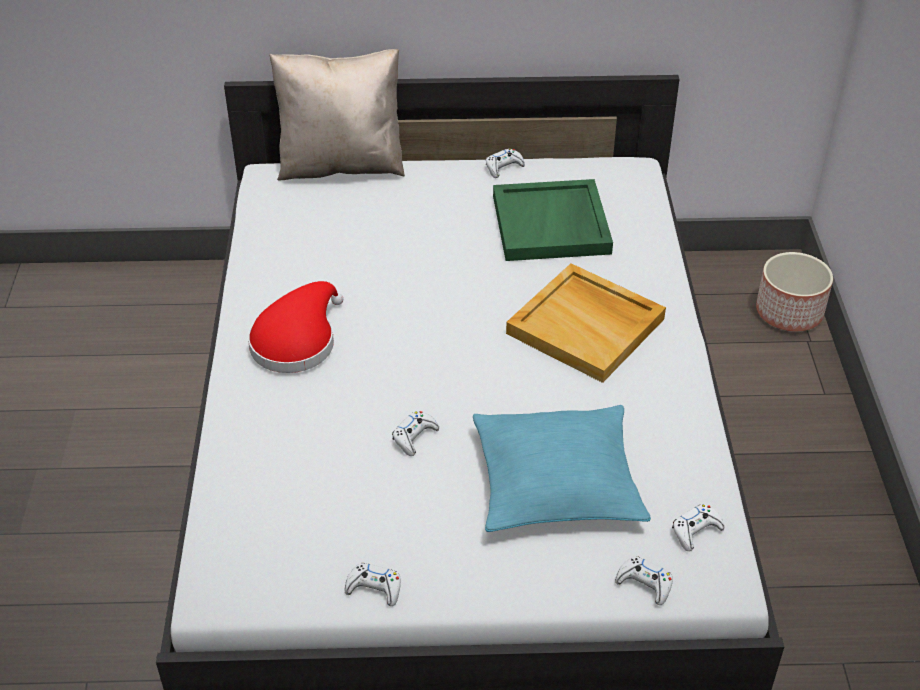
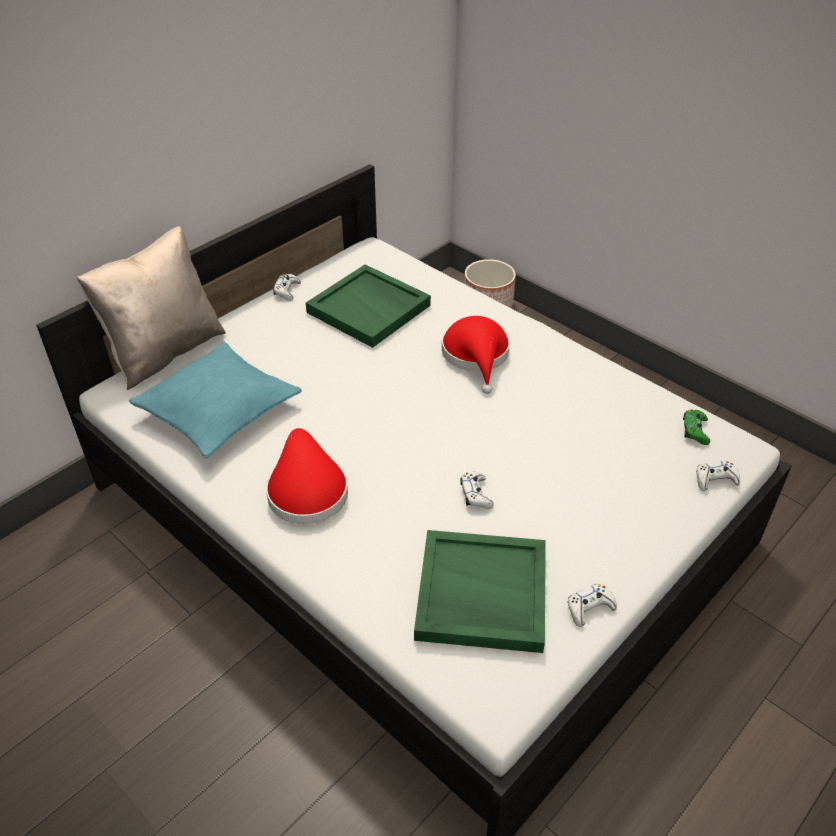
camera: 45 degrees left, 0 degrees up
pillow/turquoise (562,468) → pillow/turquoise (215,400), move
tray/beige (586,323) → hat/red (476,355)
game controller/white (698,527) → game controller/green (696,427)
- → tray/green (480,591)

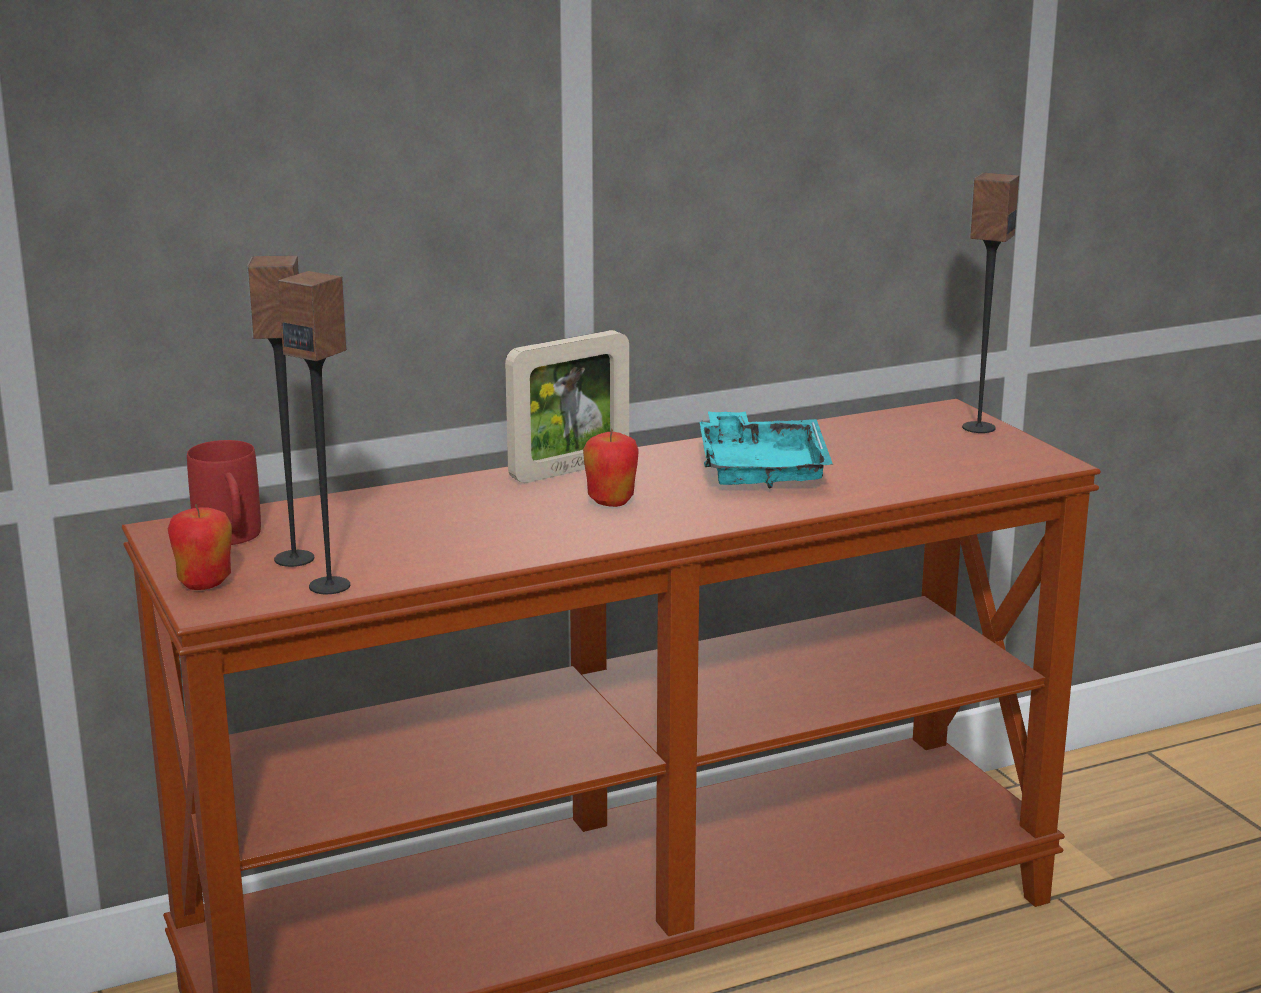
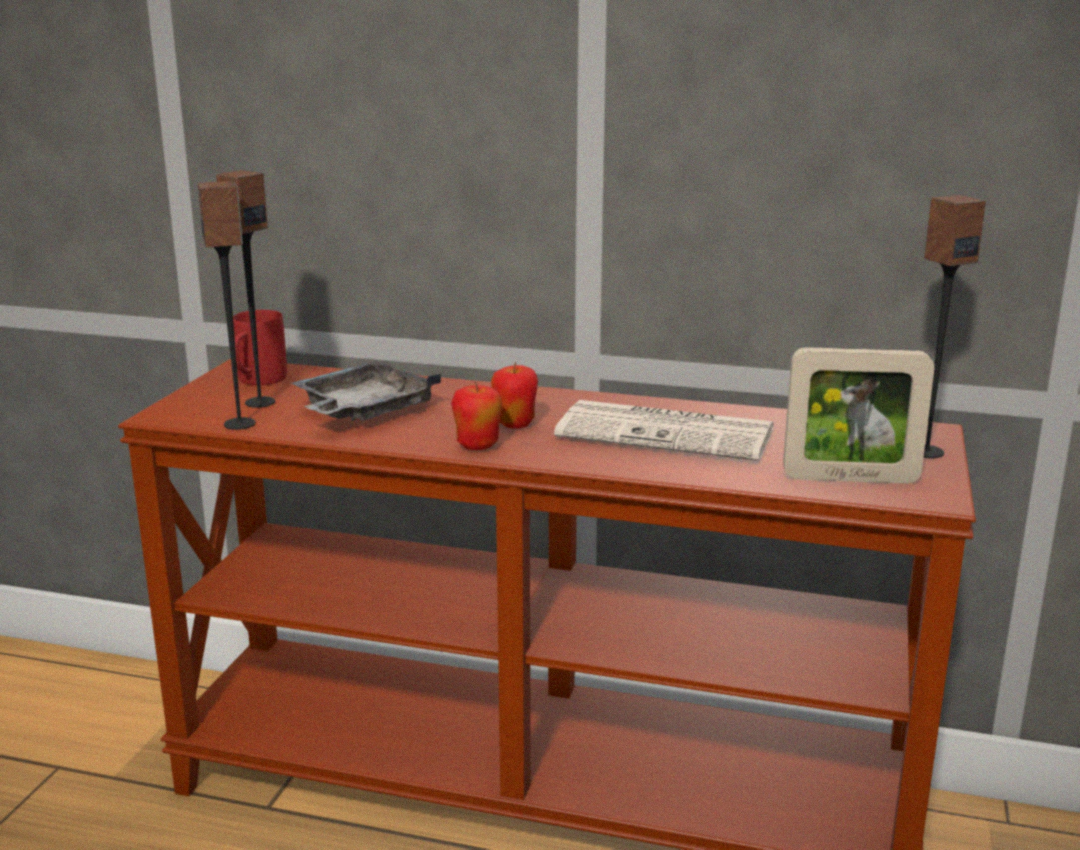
camera: 40 degrees right, 0 degrees up
apple (200,547) → apple (476,416), move
picture frame (567,406) → picture frame (858,415), move
tray/turquoise (766,449) → newspaper (664,430)
- → tray/grey (366,391)

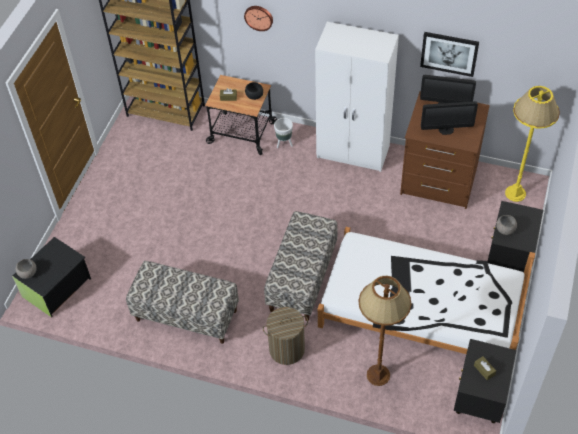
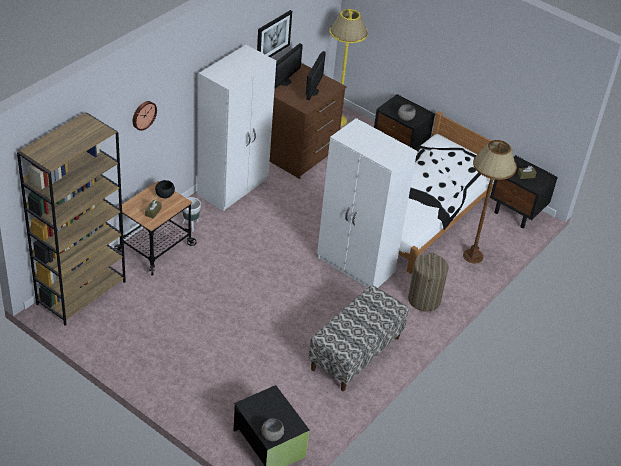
camera: 75 degrees left, 10 degrees down
bench (301,266) → wardrobe/white (367,203)

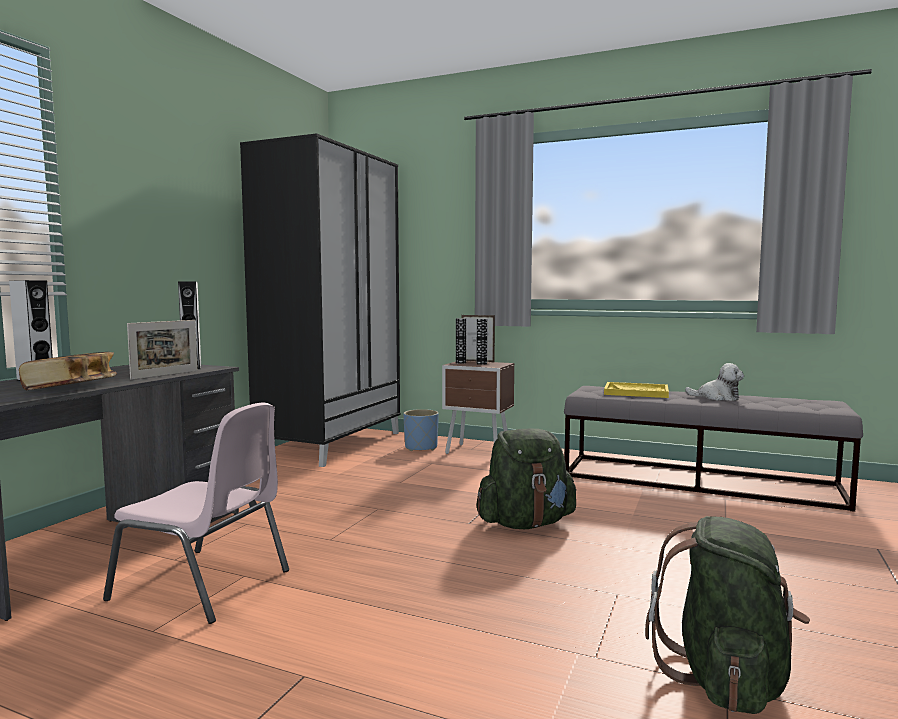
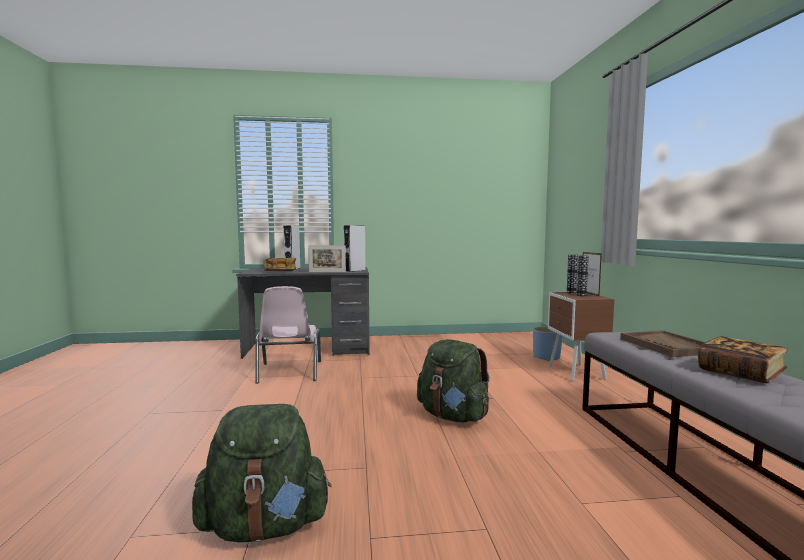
camera: 60 degrees right, 0 degrees up
wardrobe/black (320,300) → -
tray/yellow (636,390) → tray/brown (663,343)
plush toy (714,382) → book (743,359)

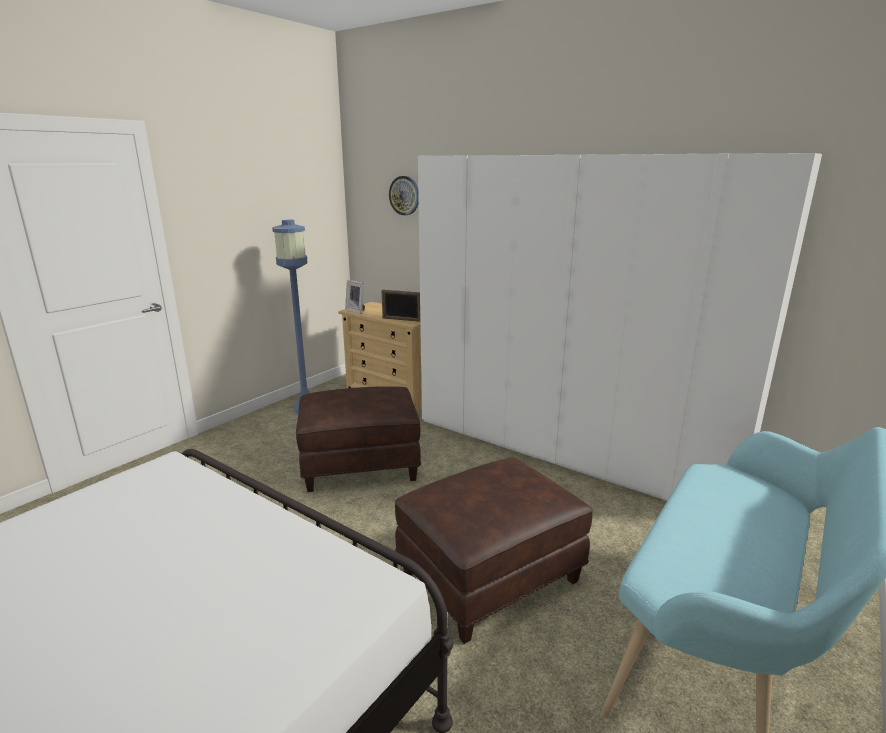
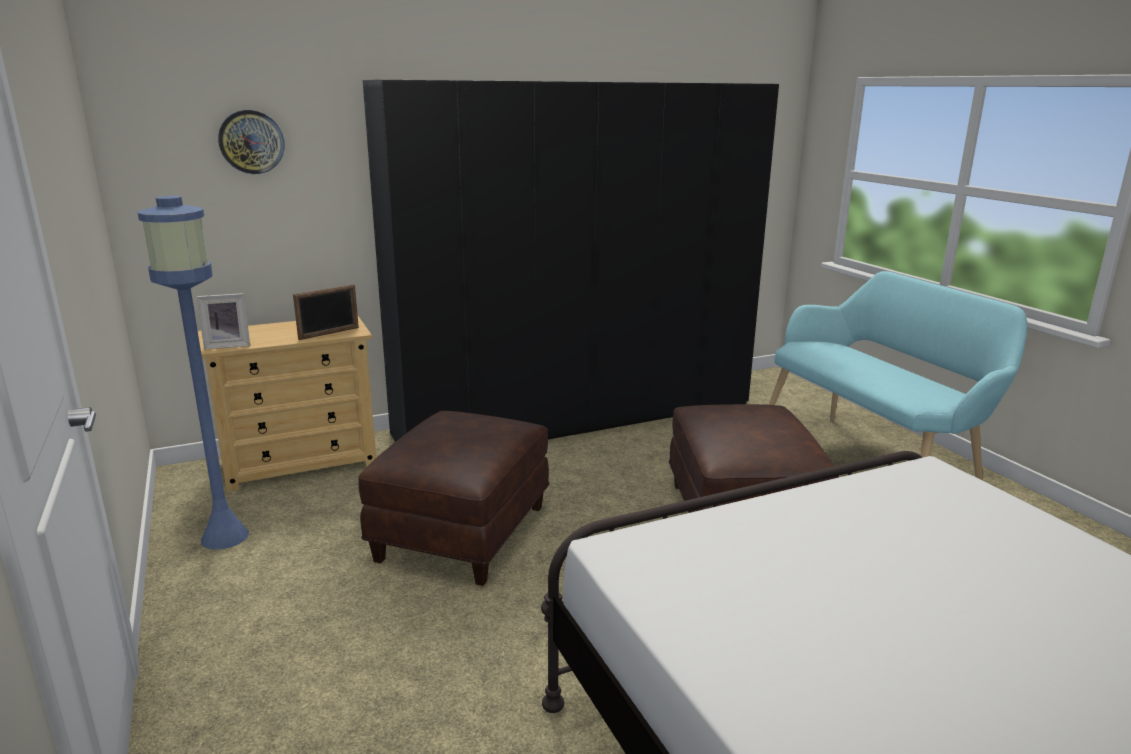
camera: 60 degrees left, 0 degrees up
wardrobe/white (620,327) → wardrobe/black (571,261)

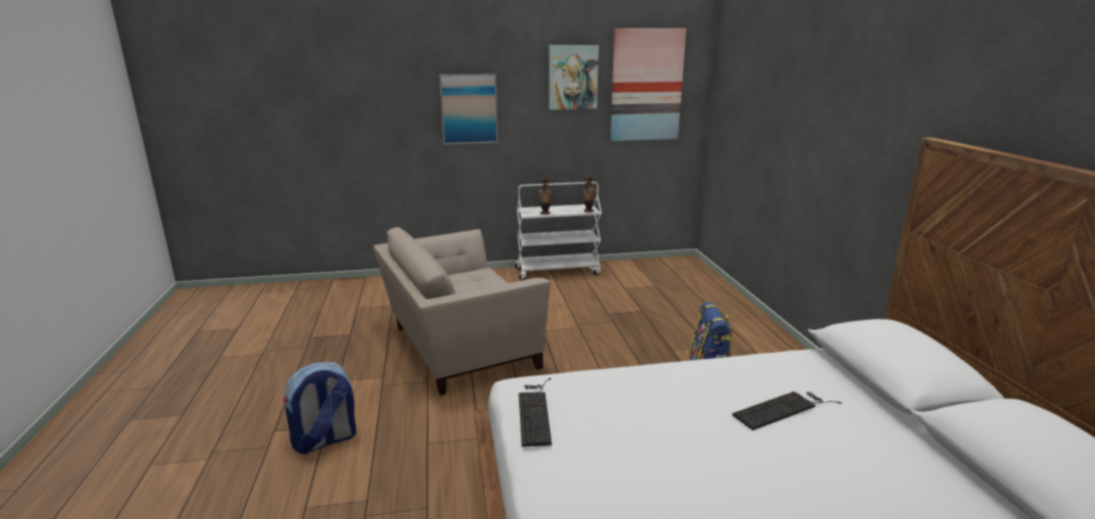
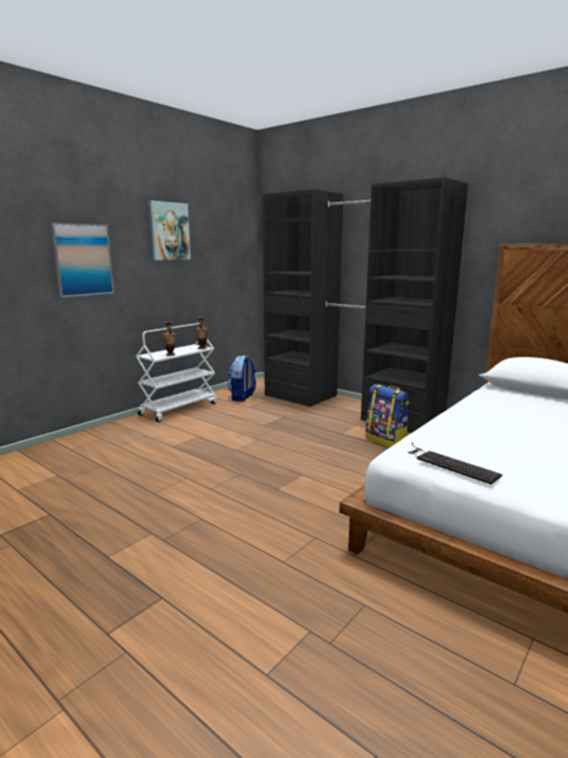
camera: 40 degrees left, 5 degrees down
backpack (319,408) → backpack (242,378), move
armchair/beige (461,311) → -
picture (648,84) → -
keyboard (787,410) → -
- → wardrobe/black (365,305)

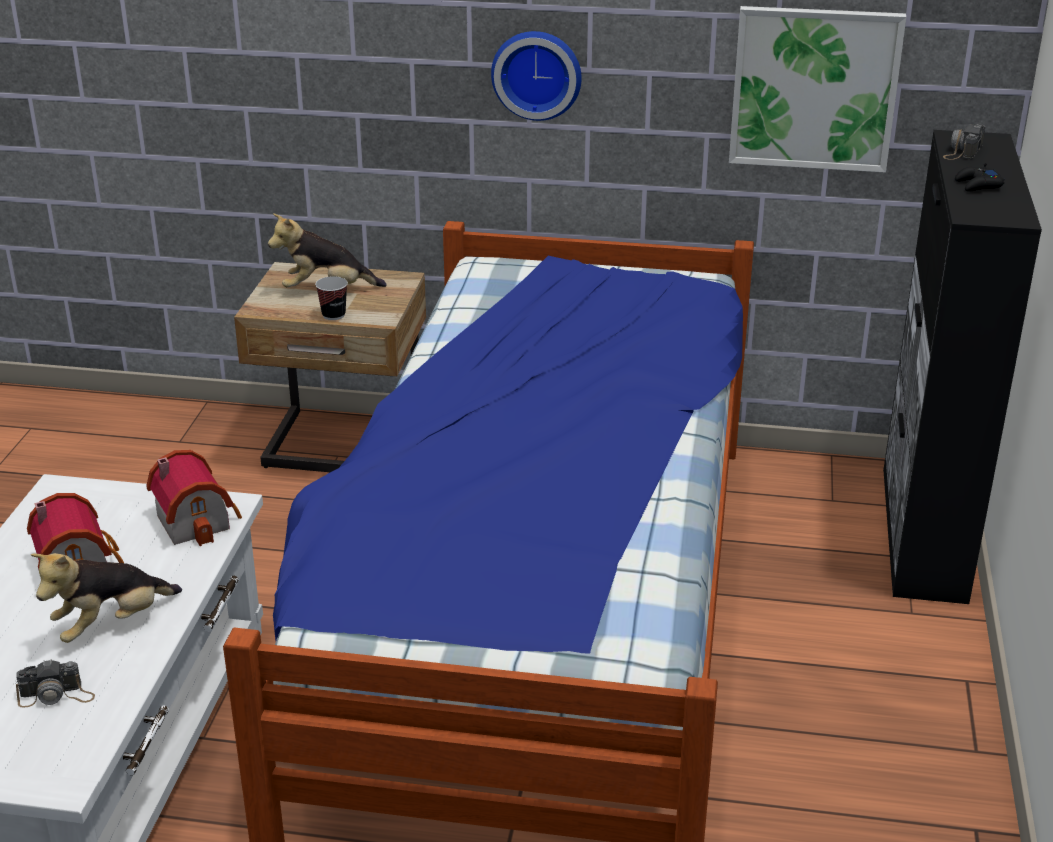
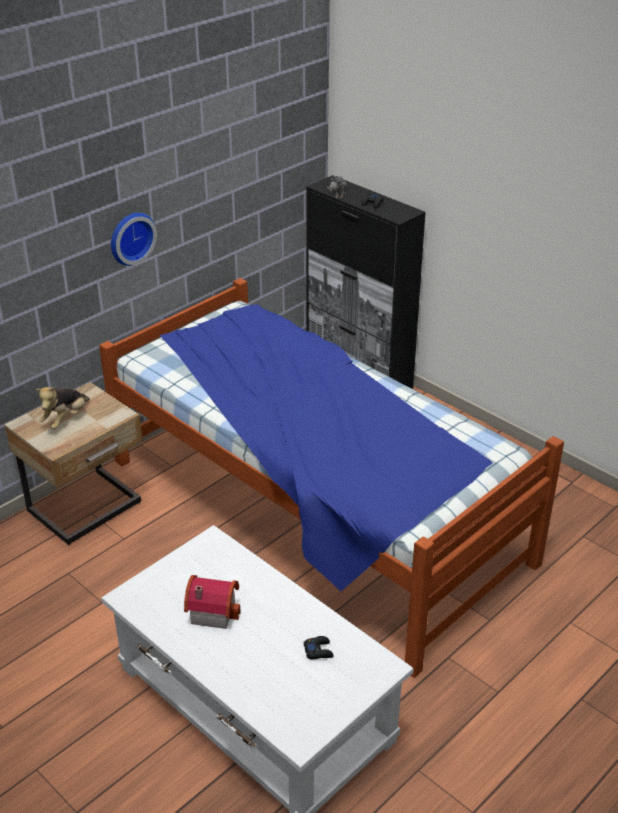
camera: 55 degrees left, 5 degrees up
photo camera (55,683) → game controller/black (319,647)
plush toy (106,598) → -
toy house (194,498) → -
cup (331,298) → -
picture (817,89) → -

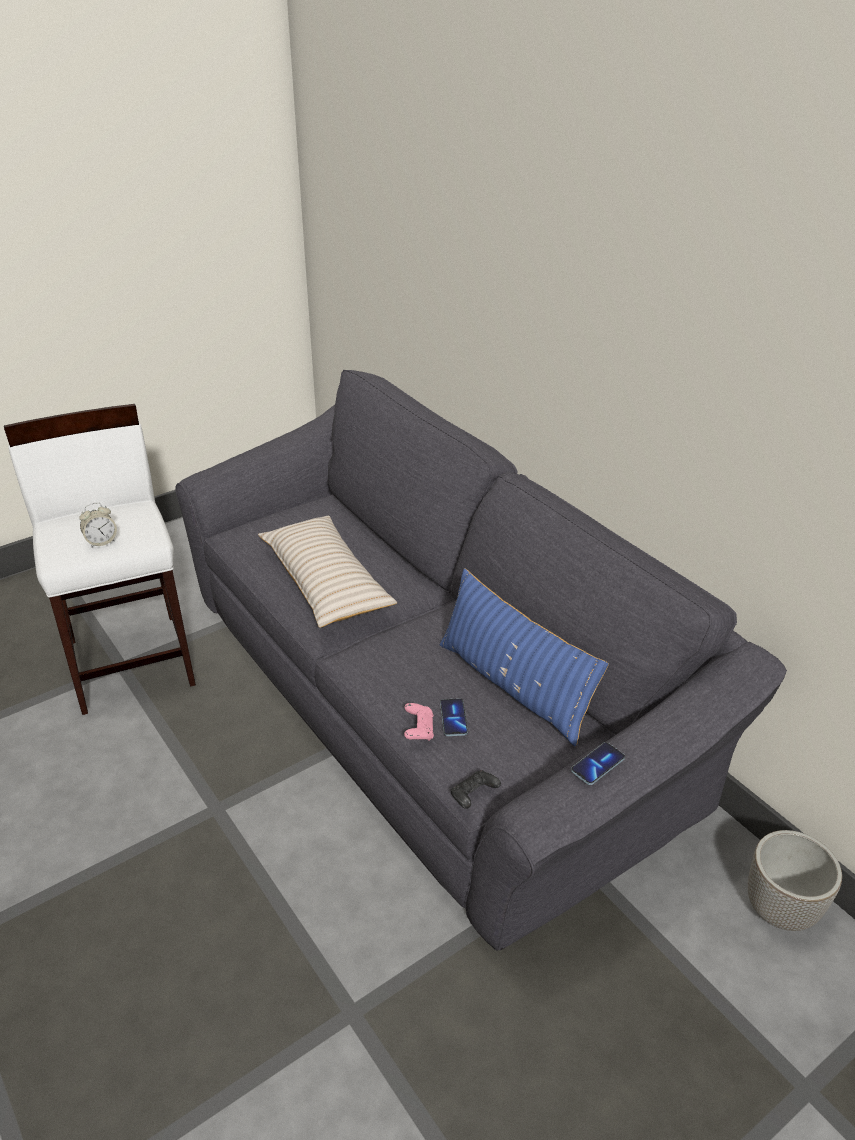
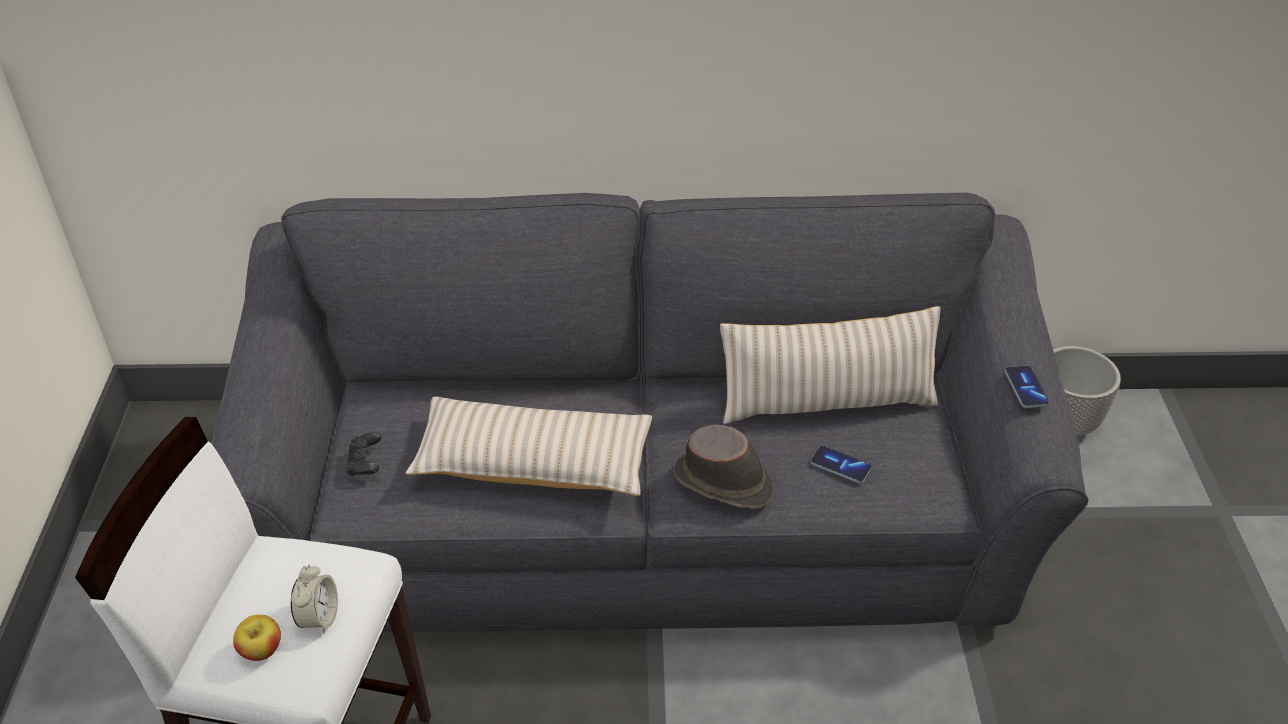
camera: 55 degrees left, 5 degrees up
game controller/pink (419,722) → -
pillow/blue (524,657) → pillow/beige (830,365)
game controller/black (476,789) → game controller/black (364,454), move
- → apple (257,637)
- → hat/brown (724,467)

